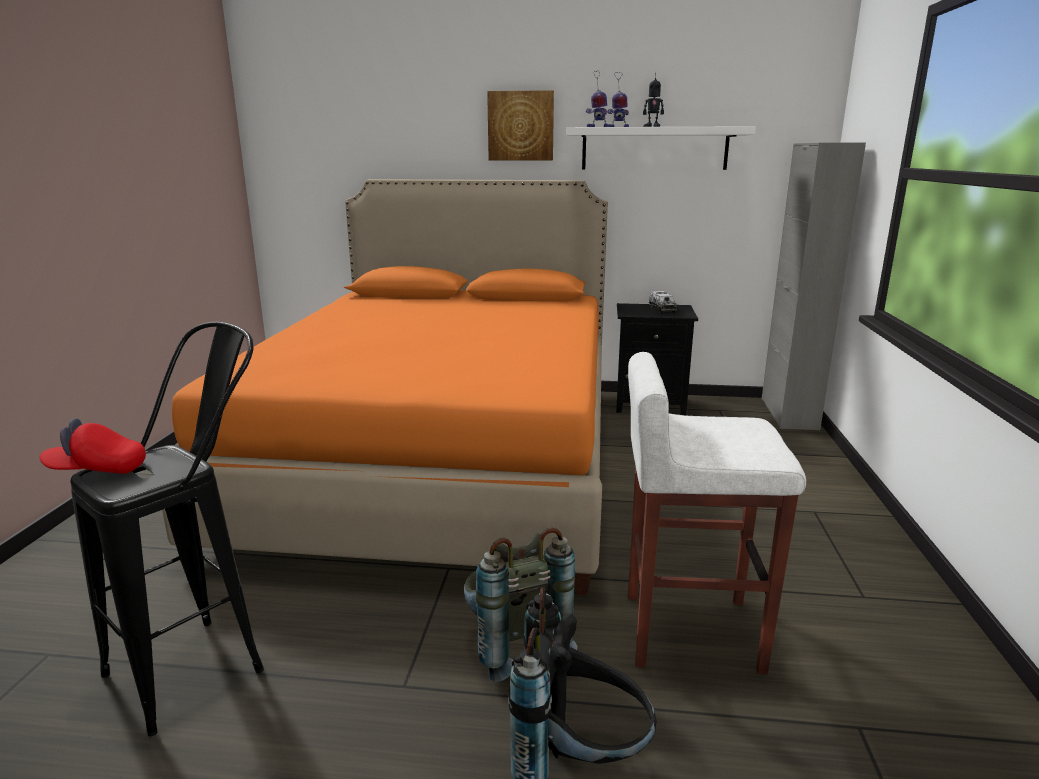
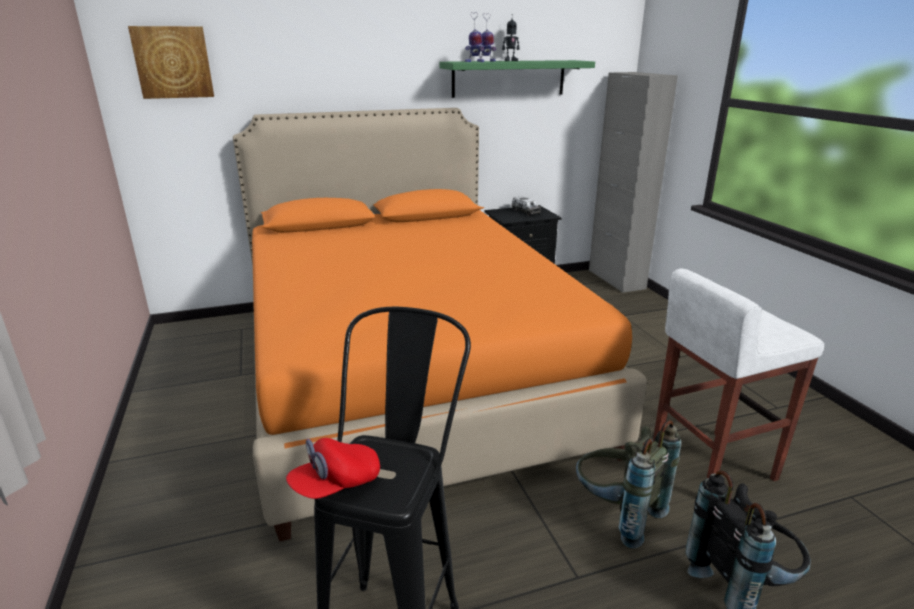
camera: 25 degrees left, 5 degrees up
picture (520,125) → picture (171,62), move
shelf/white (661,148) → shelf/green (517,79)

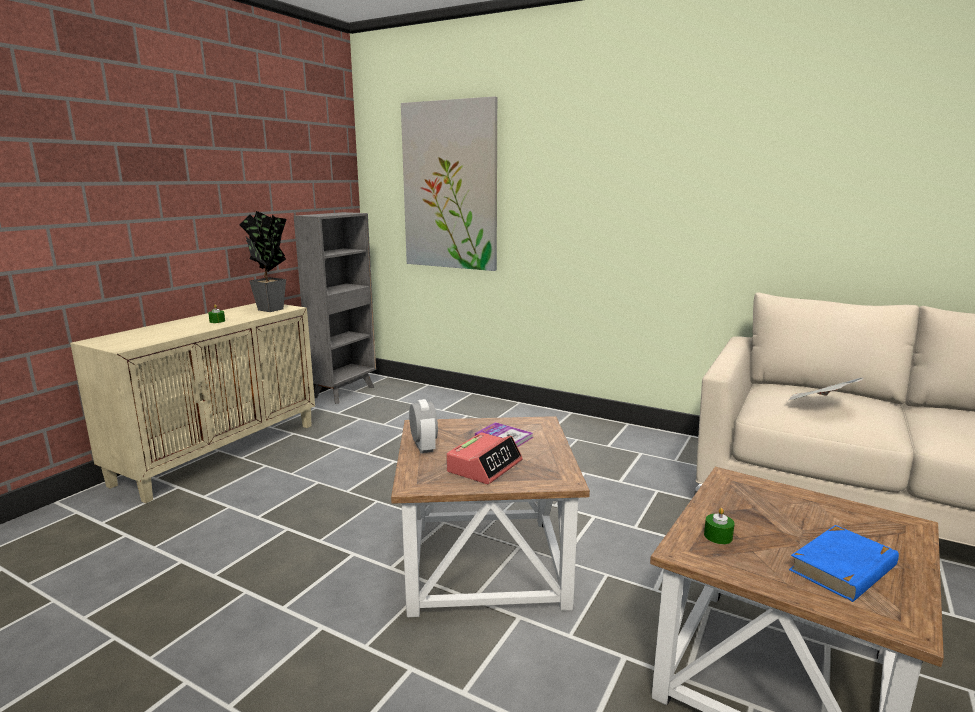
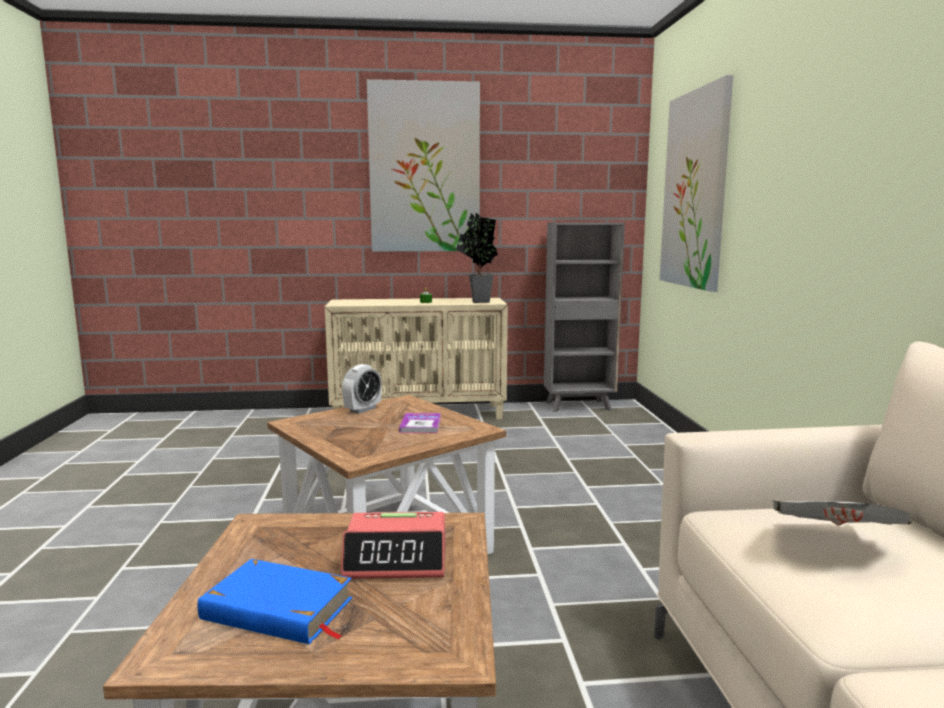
camera: 55 degrees right, 5 degrees down
alarm clock (484,458) → alarm clock (393,545), move
candle/green (719,526) → -
- → picture (423,165)

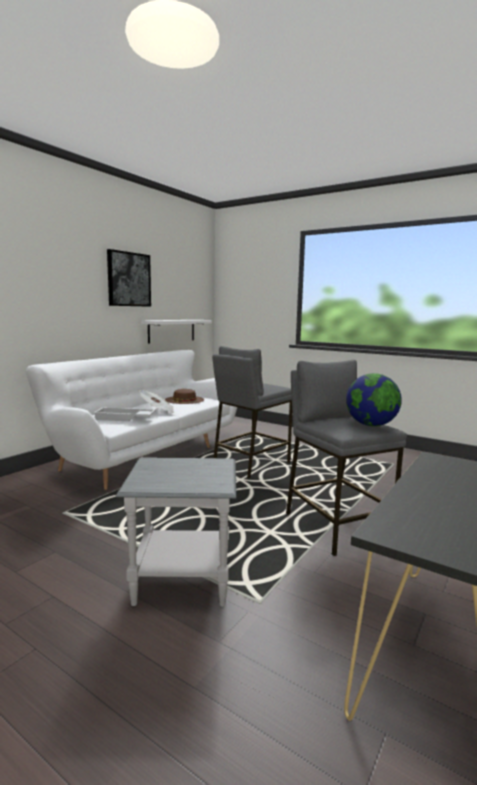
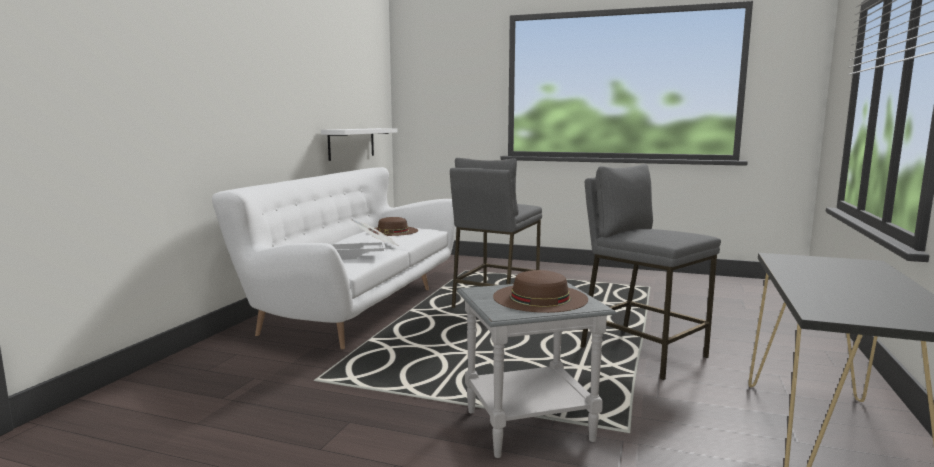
camera: 15 degrees left, 0 degrees up
picture (129,278) → -
globe (374,399) → -
- → hat/brown (540,291)

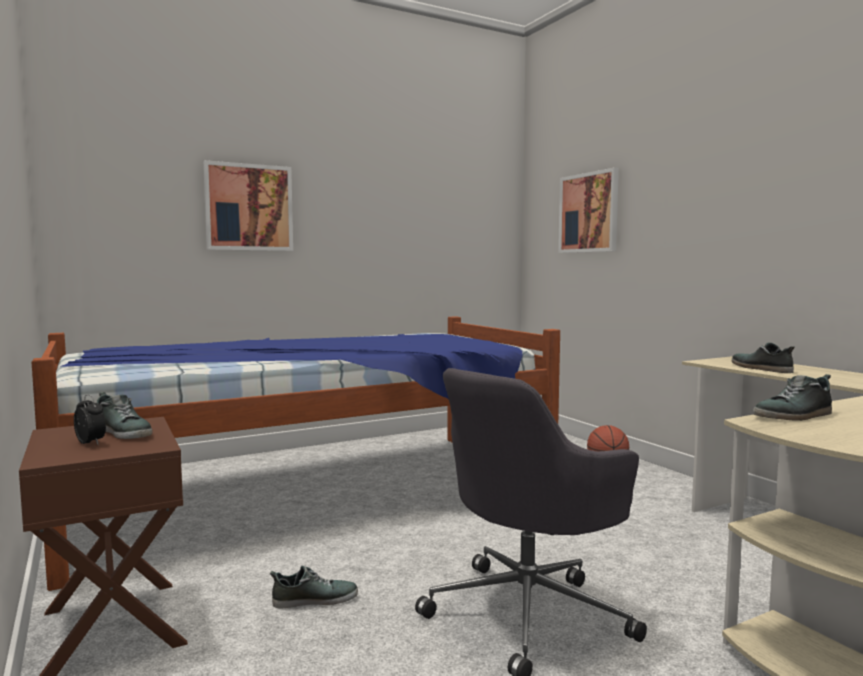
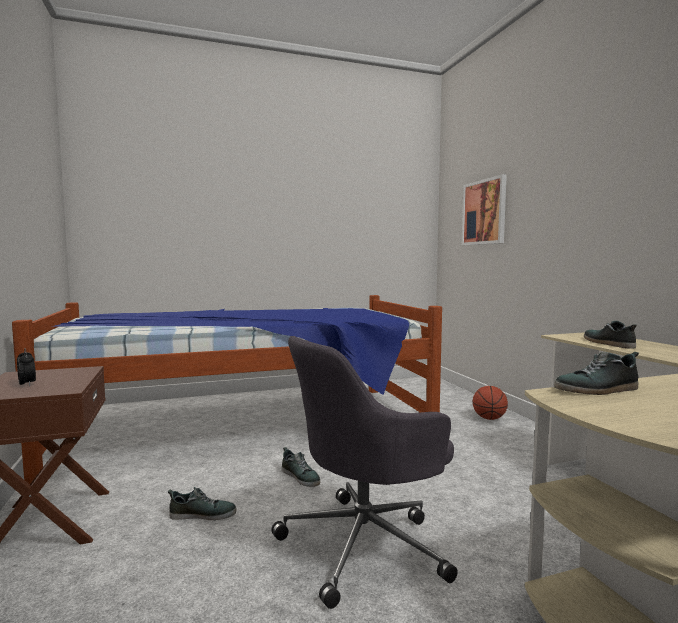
camera: 10 degrees right, 0 degrees up
shoe (124,415) → shoe (301,467), move
picture (248,205) → -

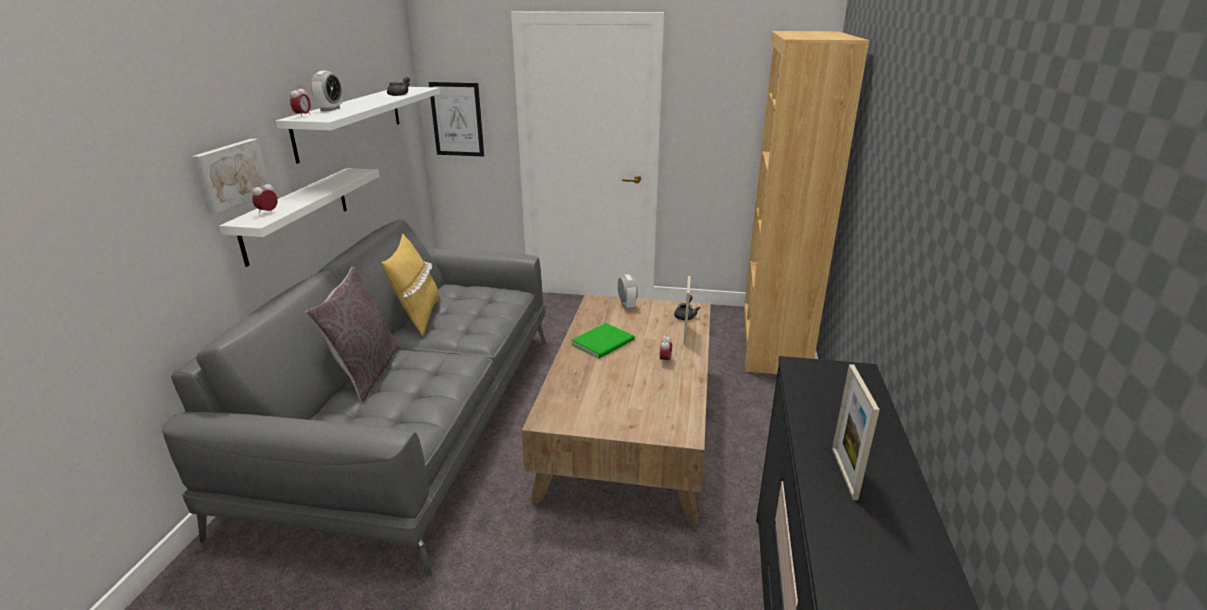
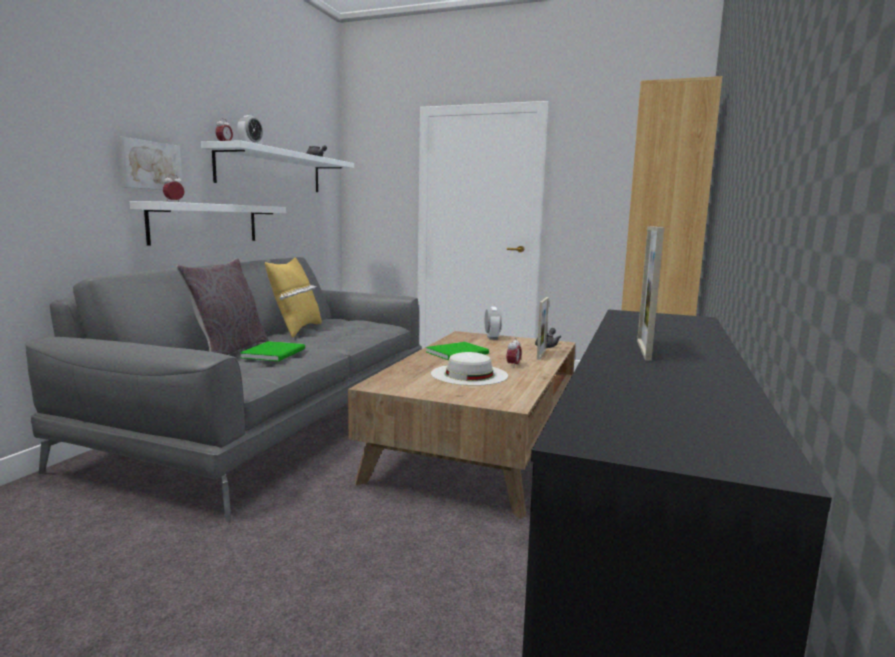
camera: 10 degrees right, 15 degrees down
picture (456,119) → -
- → book/green (272,351)
- → hat/white (469,369)

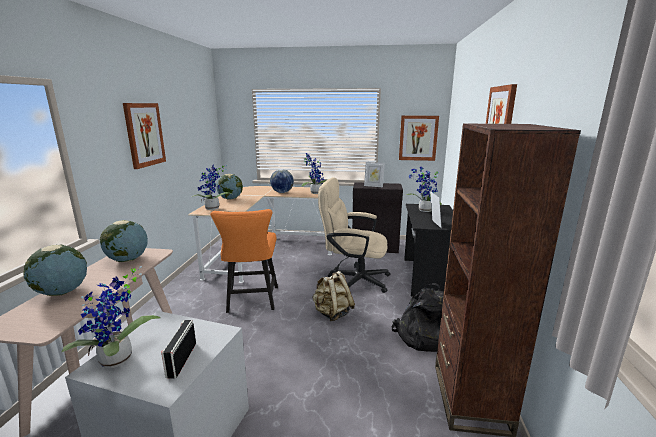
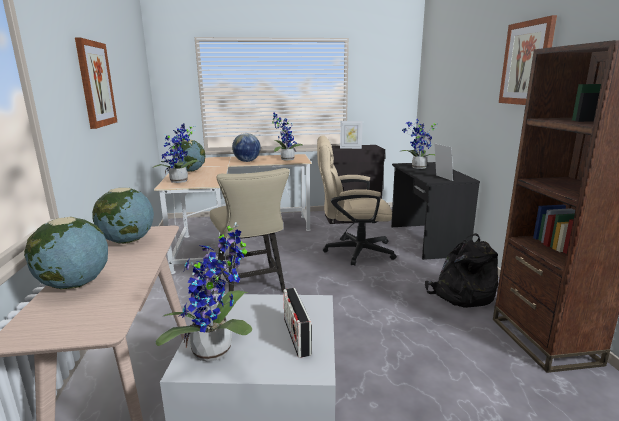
camera: 15 degrees left, 0 degrees up
chair/orange (244,261) → chair/beige (250,230)
backpack/beige (334,296) → -
picture (419,138) → -

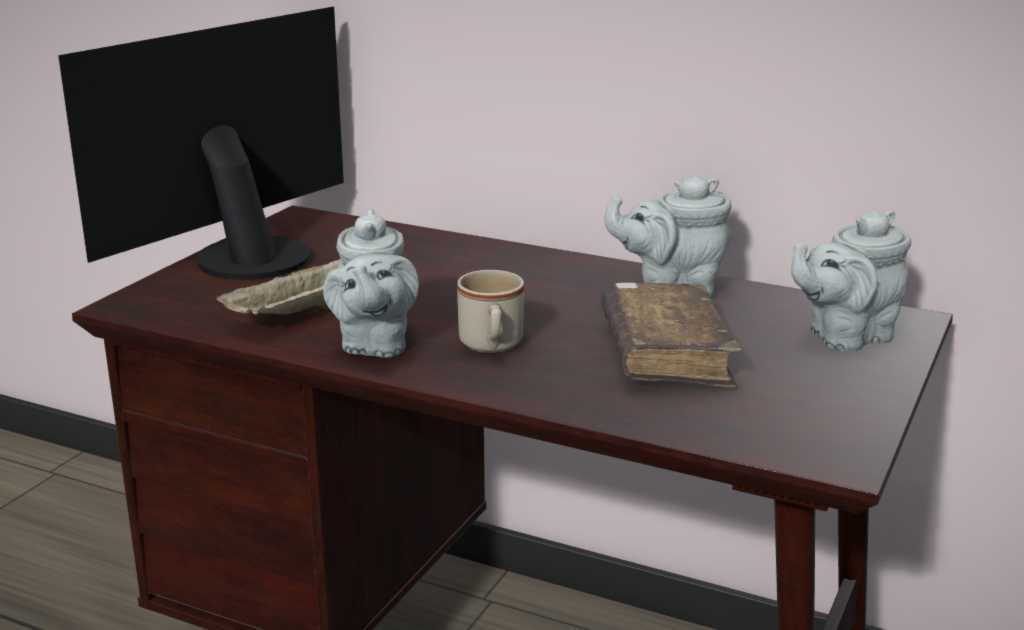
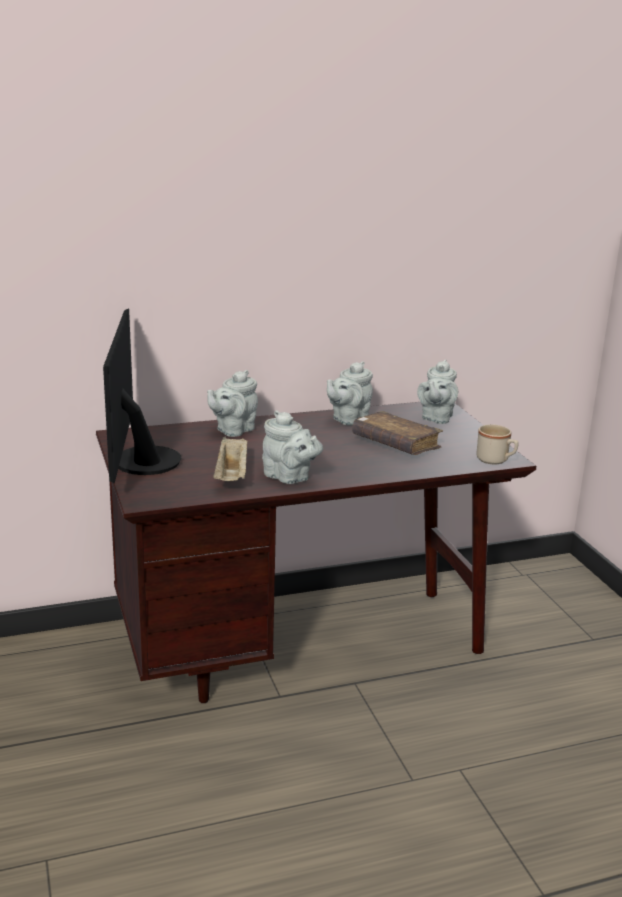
camera: 45 degrees left, 0 degrees up
mug/beige (490,311) → mug/beige (498,444), move
- → teapot/grey (232,403)

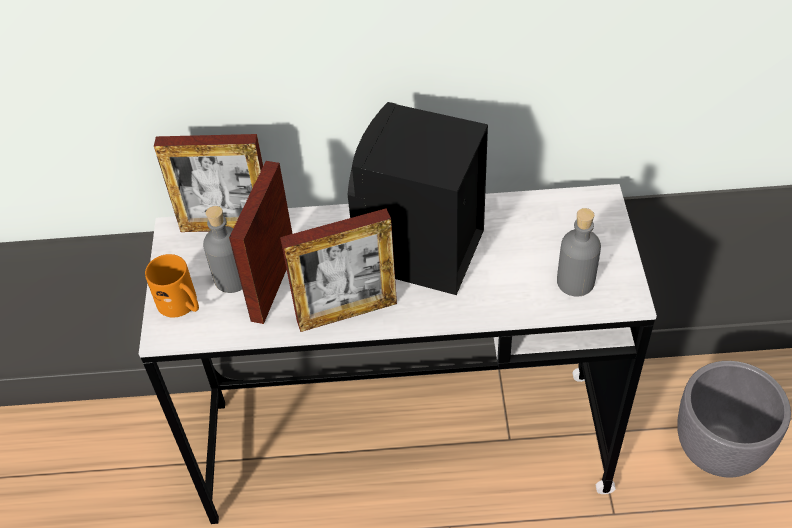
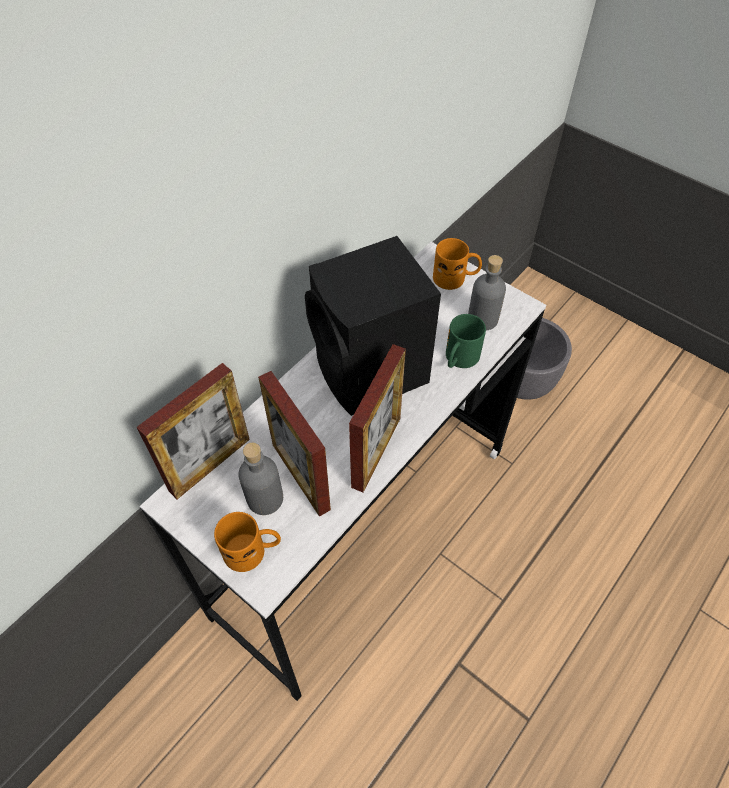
camera: 50 degrees left, 5 degrees up
- → mug/orange (457,264)
- → mug/green (466,341)

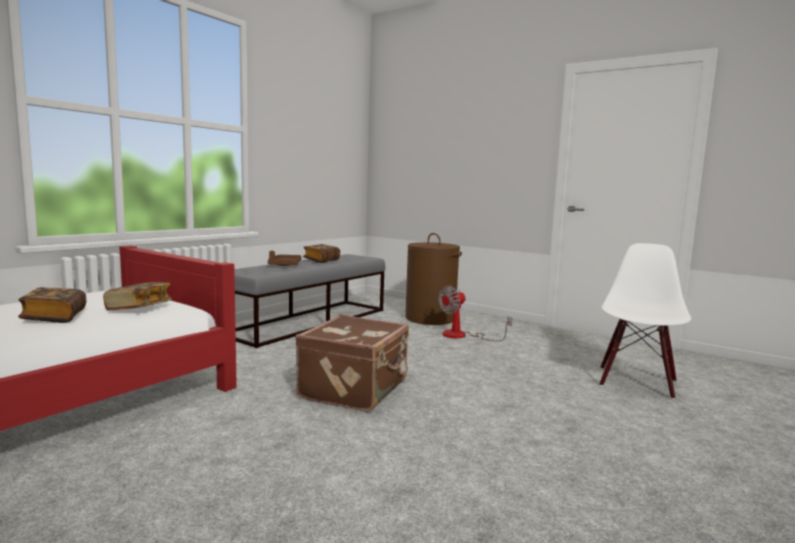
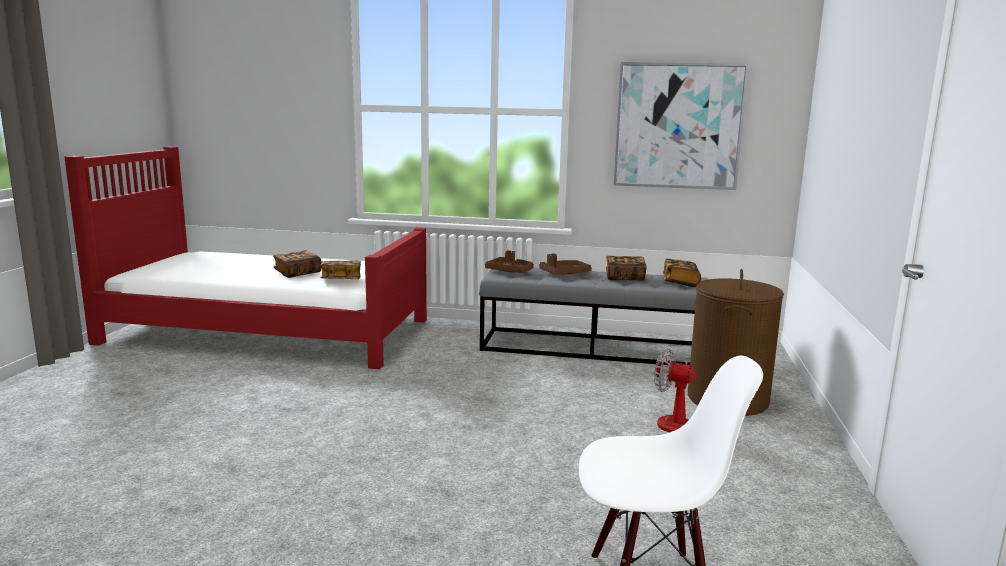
camera: 65 degrees right, 5 degrees up
suitcase/brown (352,363) → -
- → tray/brown (509,261)
- → picture (681,126)
- → book (682,273)

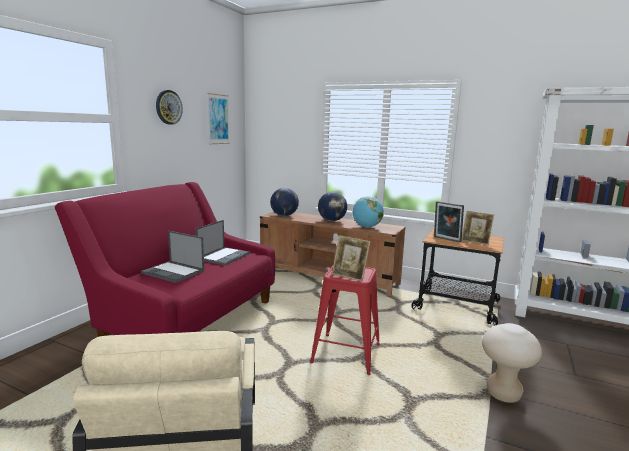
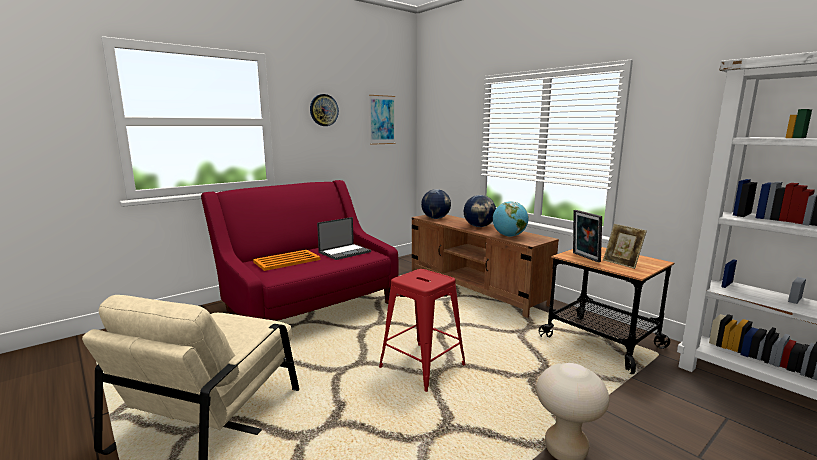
camera: 25 degrees right, 0 degrees up
laptop (172,256) → tray/orange (286,260)
picture frame (351,258) → -

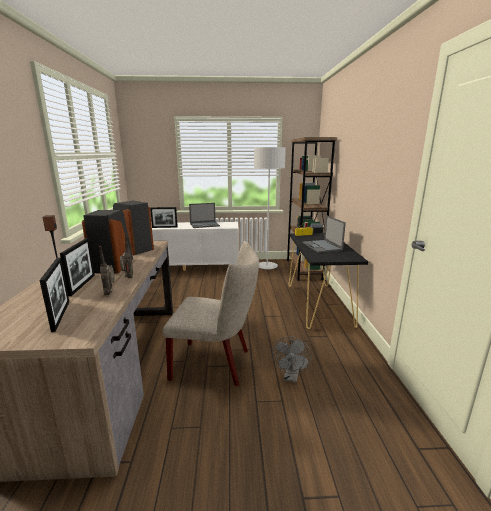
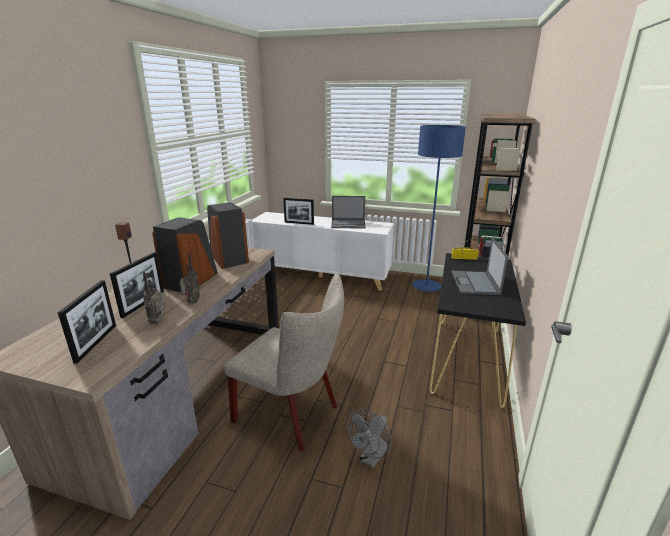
camera: 20 degrees right, 5 degrees up
floor lamp/grey (270,208) → floor lamp/blue (439,208)

